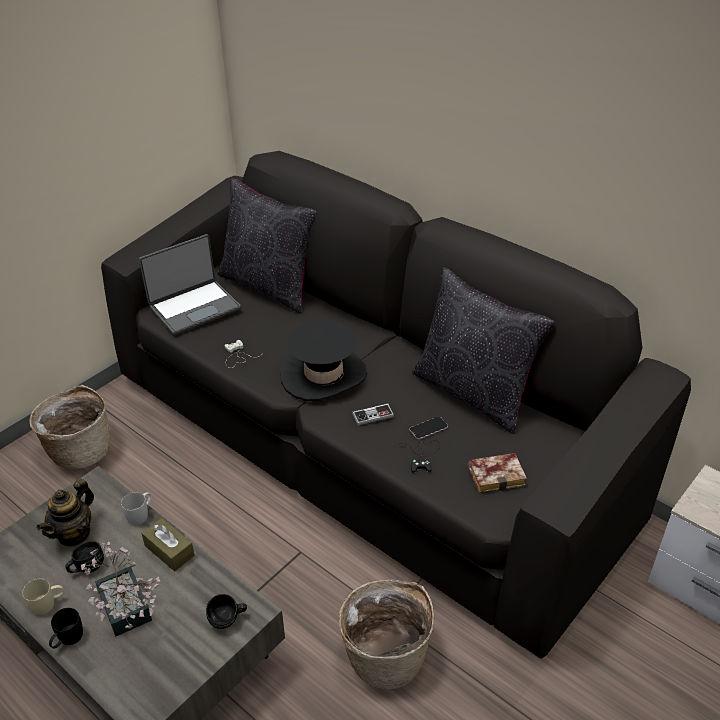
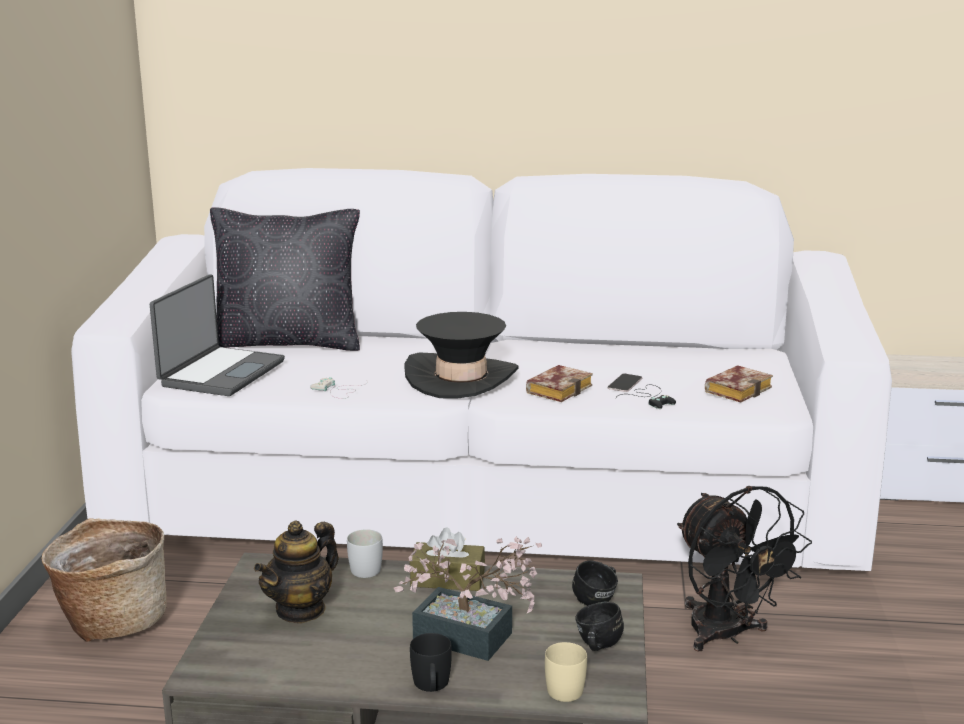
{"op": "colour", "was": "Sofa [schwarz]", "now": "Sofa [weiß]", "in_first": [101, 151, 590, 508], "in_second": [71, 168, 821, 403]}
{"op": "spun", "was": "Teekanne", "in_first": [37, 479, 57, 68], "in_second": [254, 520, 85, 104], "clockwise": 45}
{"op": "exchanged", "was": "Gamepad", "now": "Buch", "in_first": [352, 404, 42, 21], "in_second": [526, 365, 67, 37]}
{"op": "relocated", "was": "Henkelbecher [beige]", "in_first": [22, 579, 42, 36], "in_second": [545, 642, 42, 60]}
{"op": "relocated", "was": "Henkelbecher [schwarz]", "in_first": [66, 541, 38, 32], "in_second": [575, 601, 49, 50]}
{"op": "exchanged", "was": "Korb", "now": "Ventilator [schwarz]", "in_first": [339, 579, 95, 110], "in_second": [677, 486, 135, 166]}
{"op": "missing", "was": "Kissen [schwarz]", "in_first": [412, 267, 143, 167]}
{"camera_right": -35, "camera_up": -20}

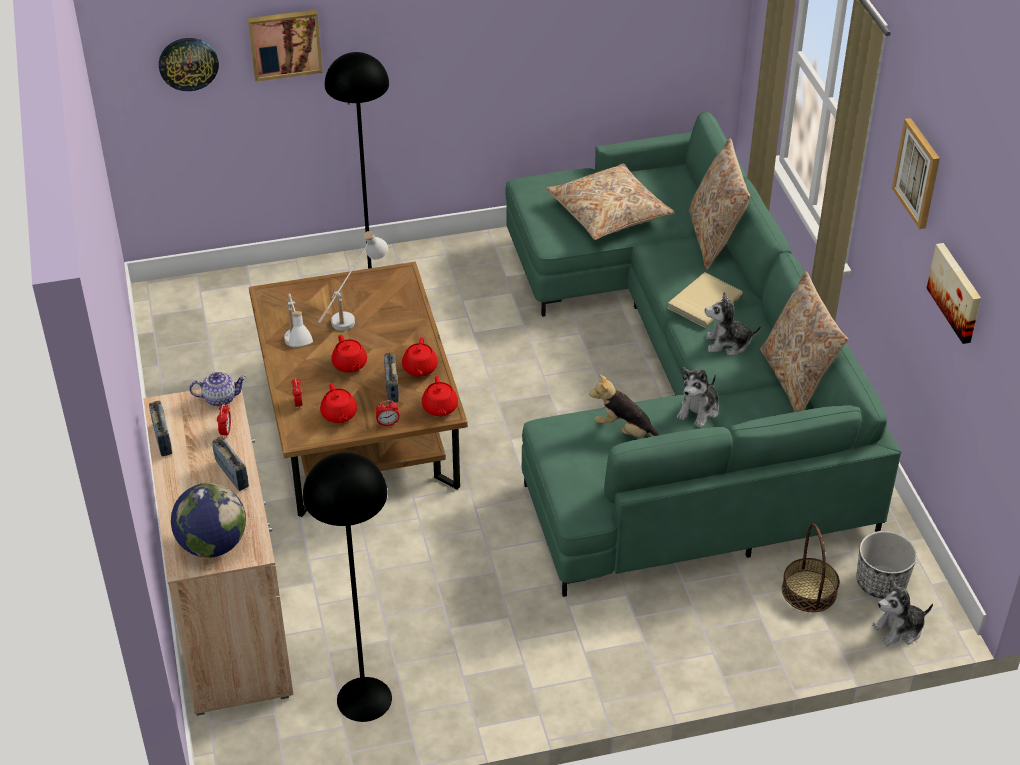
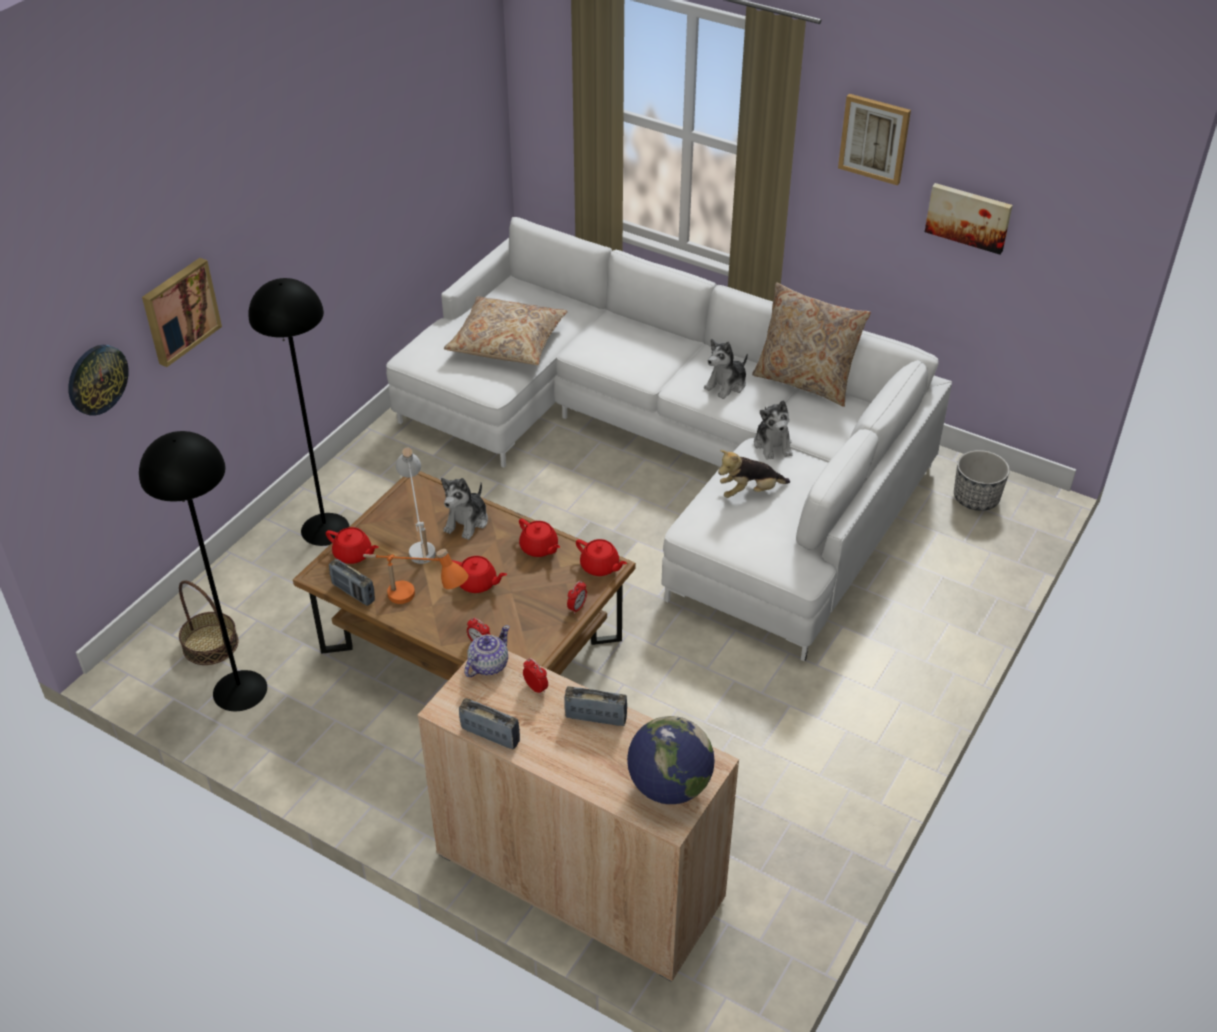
{"op": "relocated", "was": "Stehlampe [schwarz]", "in_first": [303, 452, 89, 270], "in_second": [139, 431, 128, 280]}
{"op": "relocated", "was": "Korb", "in_first": [782, 524, 58, 88], "in_second": [179, 580, 60, 85]}
{"op": "relocated", "was": "Teekanne [rot]", "in_first": [320, 383, 37, 40], "in_second": [326, 527, 53, 37]}
{"op": "relocated", "was": "Radio", "in_first": [384, 353, 15, 50], "in_second": [329, 559, 46, 47]}
{"op": "colour", "was": "Tischlampe [weiß]", "now": "Tischlampe [orange]", "in_first": [284, 293, 29, 54], "in_second": [363, 549, 106, 55]}
{"op": "colour", "was": "Sofa [grün]", "now": "Sofa [weiß]", "in_first": [505, 111, 396, 486], "in_second": [386, 217, 566, 445]}
{"op": "relocated", "was": "Plüschtier", "in_first": [872, 579, 61, 67], "in_second": [441, 478, 47, 62]}
{"op": "missing", "was": "Buch [beige]", "in_first": [668, 272, 75, 56]}
{"op": "missing", "was": "Kissen [beige]", "in_first": [689, 138, 61, 132]}
{"camera_right": -45, "camera_up": 0}

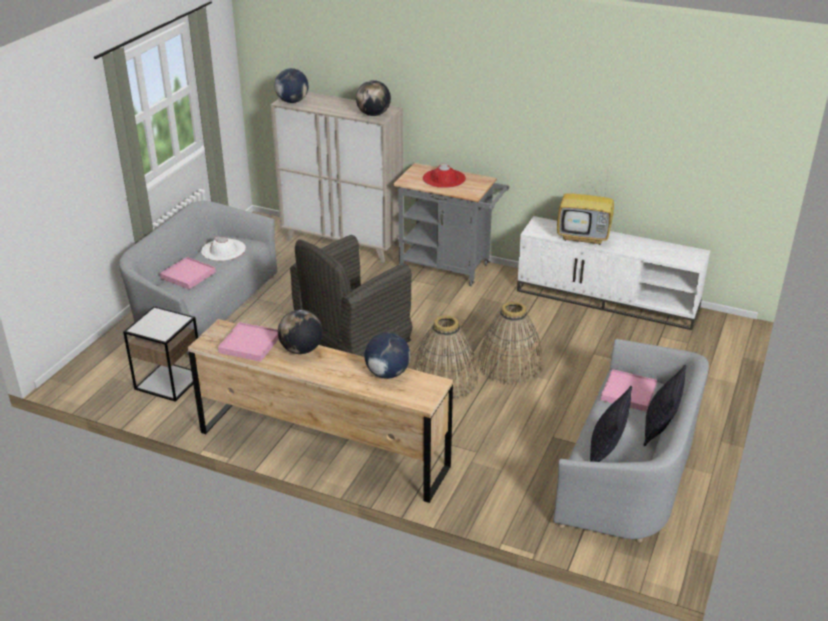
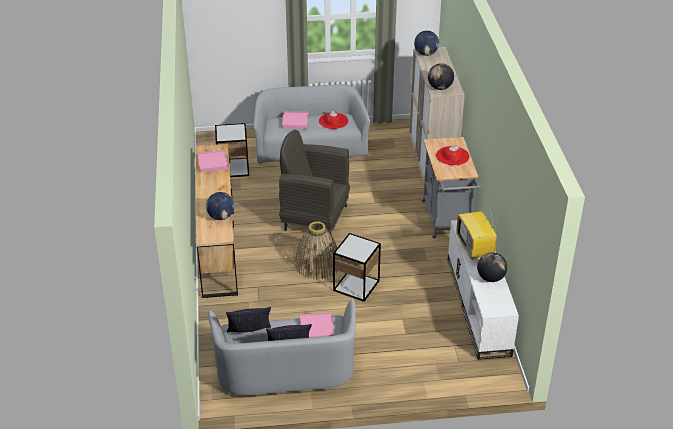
{"op": "colour", "was": "Hut [weiß]", "now": "Hut [rot]", "in_first": [201, 236, 45, 25], "in_second": [319, 111, 30, 18]}
{"op": "exchanged", "was": "Korb", "now": "Beistelltisch", "in_first": [478, 301, 65, 84], "in_second": [333, 233, 48, 69]}
{"op": "relocated", "was": "Globus", "in_first": [278, 310, 45, 44], "in_second": [477, 252, 30, 30]}
{"camera_right": 60, "camera_up": 5}

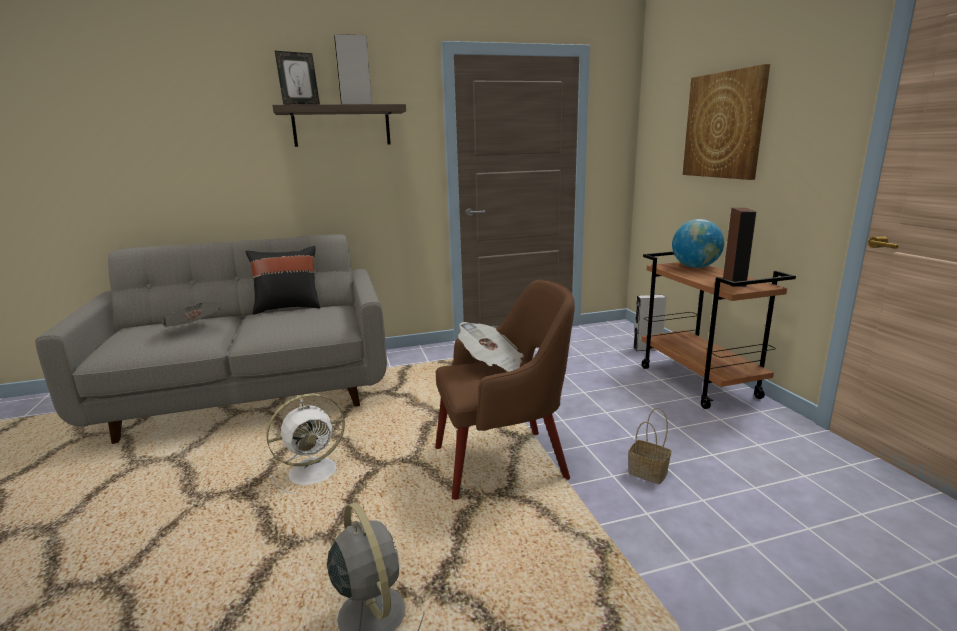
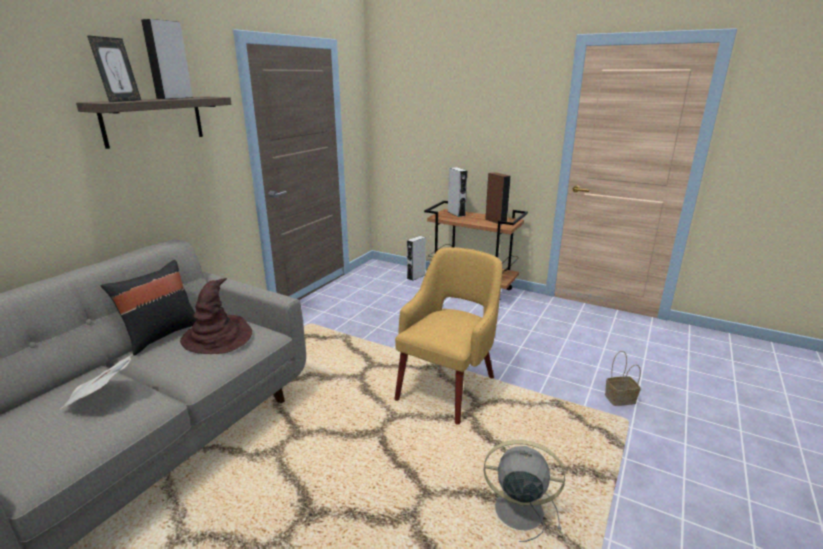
{"op": "appeared", "now": "Hut [braun]", "in_second": [180, 278, 72, 76]}
{"op": "colour", "was": "Sessel [braun]", "now": "Sessel [gelb]", "in_first": [435, 280, 140, 220], "in_second": [394, 247, 108, 178]}
{"op": "exchanged", "was": "Globus", "now": "Lautsprecher [grau]", "in_first": [672, 219, 52, 49], "in_second": [448, 167, 19, 50]}
{"op": "relocated", "was": "Korb", "in_first": [628, 408, 43, 76], "in_second": [605, 351, 36, 55]}
{"op": "missing", "was": "Ventilator [weiß]", "in_first": [266, 394, 79, 100]}
{"op": "missing", "was": "Zeitung", "in_first": [458, 322, 65, 50]}
{"op": "missing", "was": "Bild", "in_first": [683, 64, 87, 116]}
{"camera_right": -45, "camera_up": 5}

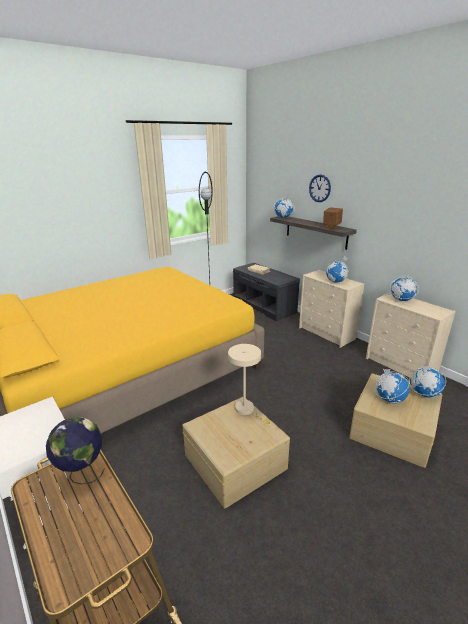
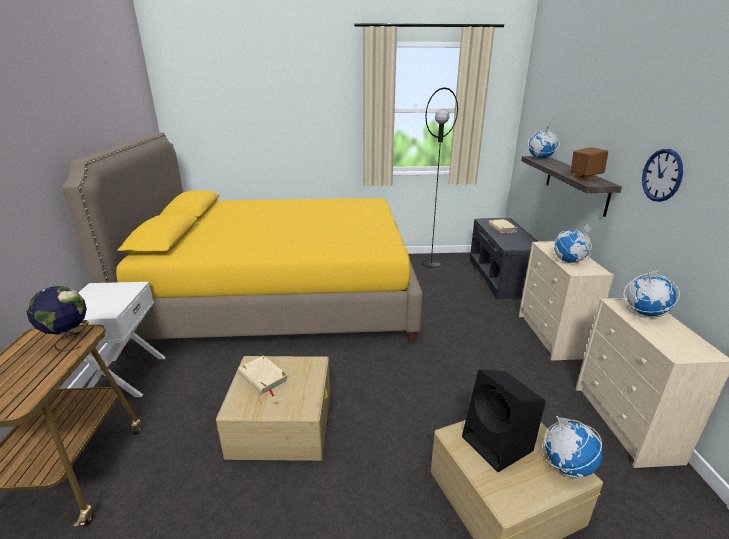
{"op": "appeared", "now": "Buch [beige]", "in_second": [238, 355, 50, 42]}
{"op": "exchanged", "was": "Globus", "now": "Lautsprecher [schwarz]", "in_first": [375, 369, 35, 35], "in_second": [462, 369, 83, 103]}
{"op": "relocated", "was": "Wanduhr", "in_first": [309, 175, 22, 27], "in_second": [642, 149, 41, 53]}
{"op": "missing", "was": "Tischlampe [beige]", "in_first": [228, 344, 43, 82]}
{"camera_right": 35, "camera_up": 0}

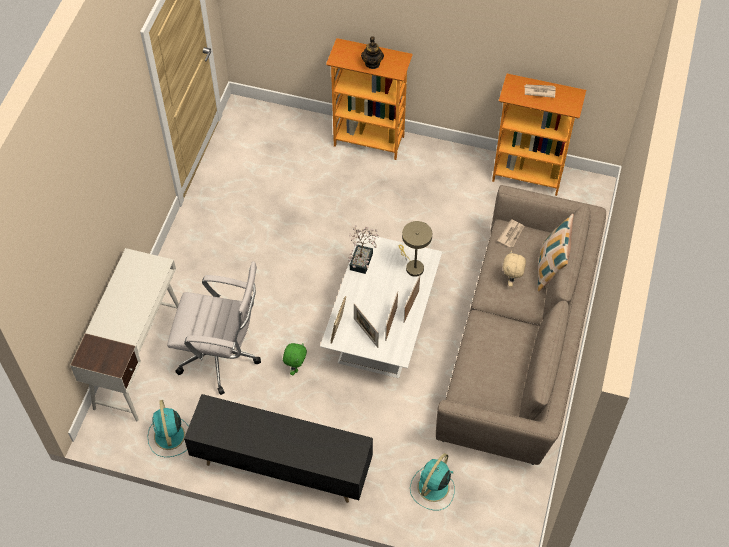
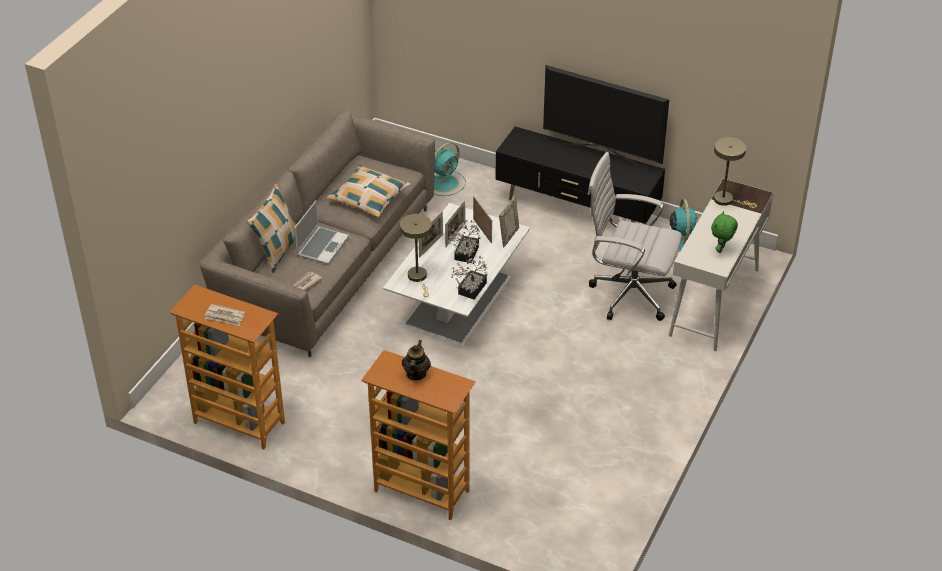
{"op": "exchanged", "was": "Plüschtier [beige]", "now": "Laptop", "in_first": [503, 251, 23, 36], "in_second": [294, 200, 55, 64]}
{"op": "appeared", "now": "Kissen", "in_second": [327, 165, 84, 53]}
{"op": "appeared", "now": "Topfpflanze", "in_second": [448, 220, 32, 43]}
{"op": "appeared", "now": "Fernseher", "in_second": [543, 65, 126, 101]}
{"op": "relocated", "was": "Plüschtier [grün]", "in_first": [283, 343, 24, 32], "in_second": [711, 211, 27, 42]}
{"op": "appeared", "now": "Tischlampe [beige]", "in_second": [714, 137, 43, 71]}
{"camera_right": -170, "camera_up": -15}

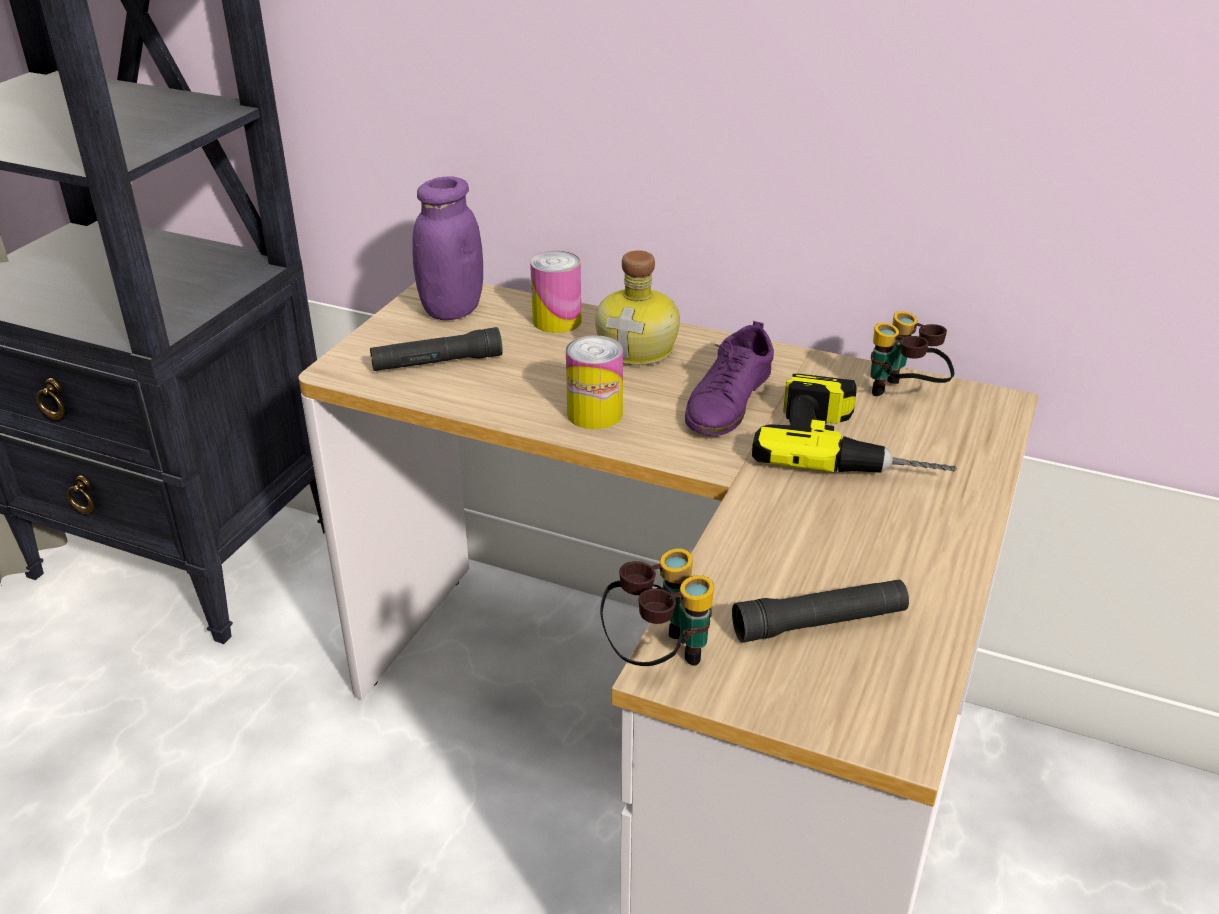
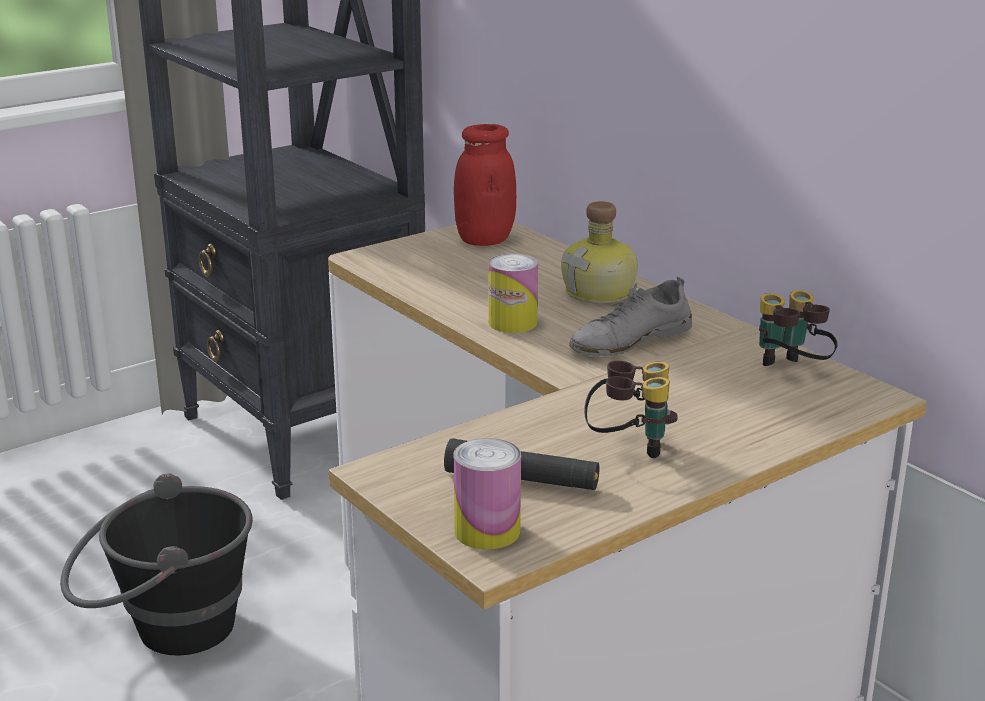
{"op": "appeared", "now": "Eimer [schwarz]", "in_second": [60, 473, 193, 182]}
{"op": "colour", "was": "Vorratsglas [lila]", "now": "Vorratsglas [rot]", "in_first": [412, 176, 71, 144], "in_second": [454, 124, 62, 122]}
{"op": "relocated", "was": "Dose", "in_first": [530, 251, 51, 82], "in_second": [454, 438, 67, 112]}
{"op": "colour", "was": "Schuh [lila]", "now": "Schuh [grau]", "in_first": [685, 321, 89, 115], "in_second": [569, 277, 123, 79]}
{"op": "relocated", "was": "Fernglas", "in_first": [600, 549, 114, 117], "in_second": [584, 361, 94, 97]}
{"op": "missing", "was": "Taschenlampe [schwarz]", "in_first": [370, 327, 133, 44]}
{"op": "missing", "was": "Bohrmaschine", "in_first": [752, 374, 205, 99]}
{"camera_right": 30, "camera_up": -10}

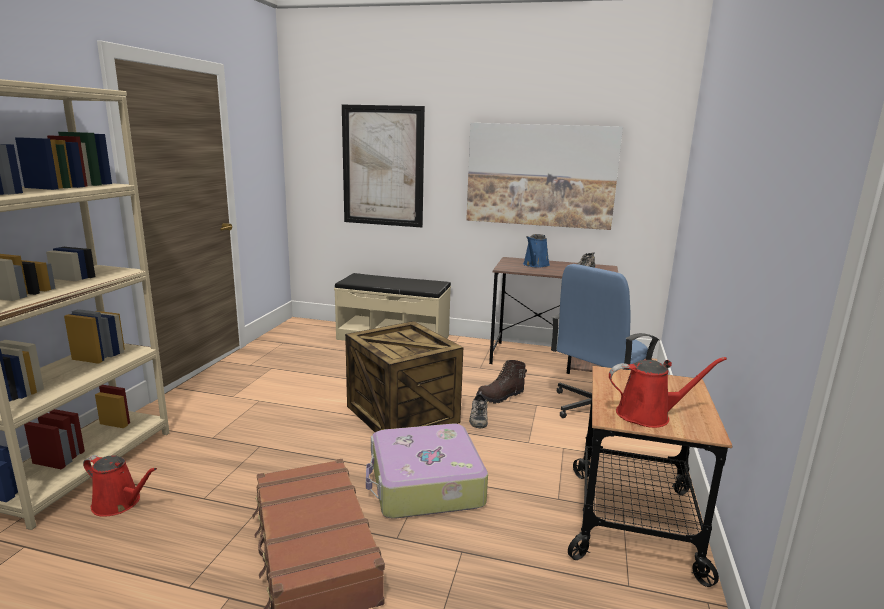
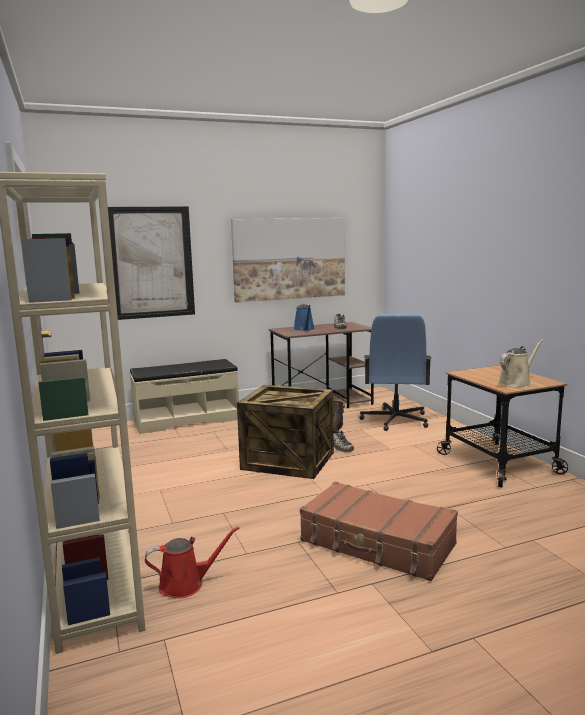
{"op": "colour", "was": "Gießkanne [rot]", "now": "Gießkanne [beige]", "in_first": [609, 357, 118, 71], "in_second": [498, 339, 46, 48]}
{"op": "missing", "was": "Koffer", "in_first": [366, 424, 122, 94]}
{"camera_right": -35, "camera_up": -5}

